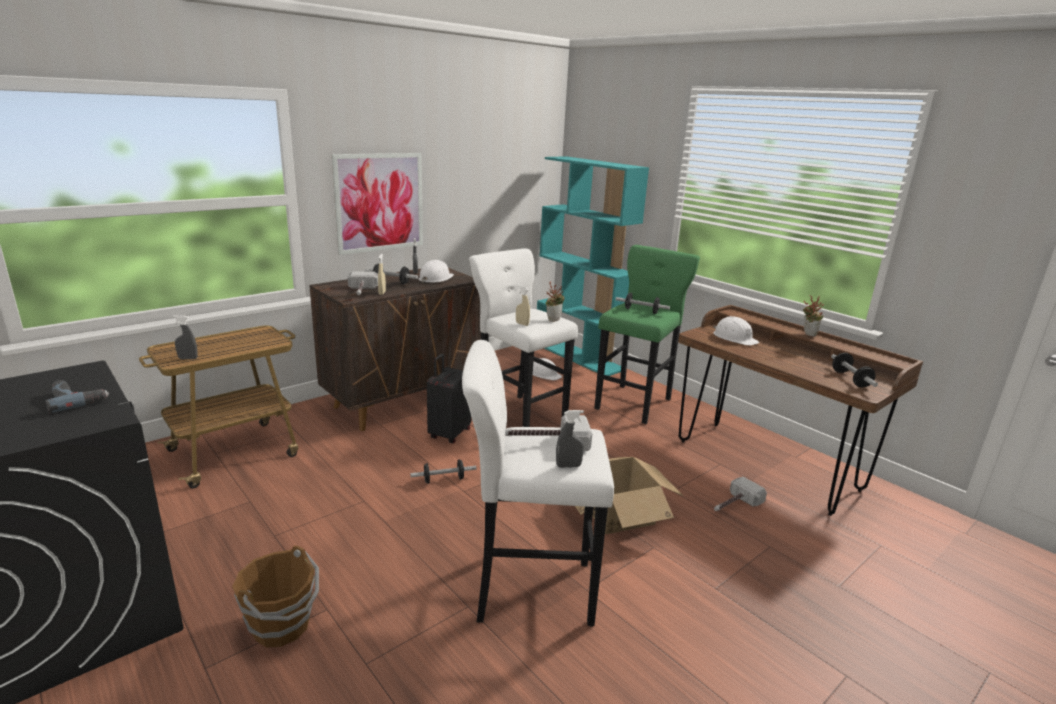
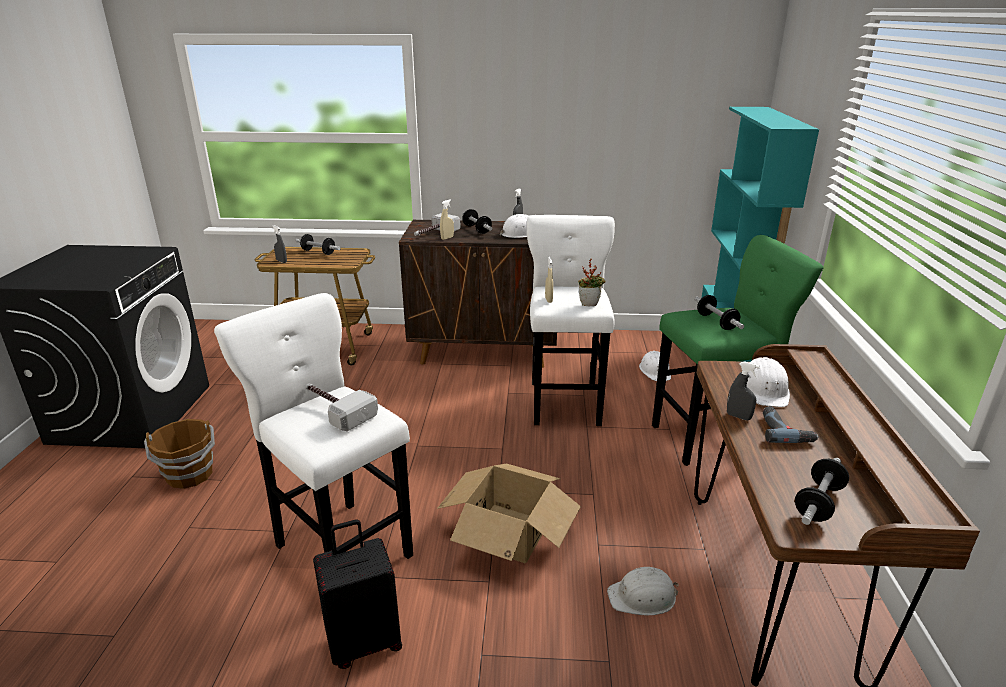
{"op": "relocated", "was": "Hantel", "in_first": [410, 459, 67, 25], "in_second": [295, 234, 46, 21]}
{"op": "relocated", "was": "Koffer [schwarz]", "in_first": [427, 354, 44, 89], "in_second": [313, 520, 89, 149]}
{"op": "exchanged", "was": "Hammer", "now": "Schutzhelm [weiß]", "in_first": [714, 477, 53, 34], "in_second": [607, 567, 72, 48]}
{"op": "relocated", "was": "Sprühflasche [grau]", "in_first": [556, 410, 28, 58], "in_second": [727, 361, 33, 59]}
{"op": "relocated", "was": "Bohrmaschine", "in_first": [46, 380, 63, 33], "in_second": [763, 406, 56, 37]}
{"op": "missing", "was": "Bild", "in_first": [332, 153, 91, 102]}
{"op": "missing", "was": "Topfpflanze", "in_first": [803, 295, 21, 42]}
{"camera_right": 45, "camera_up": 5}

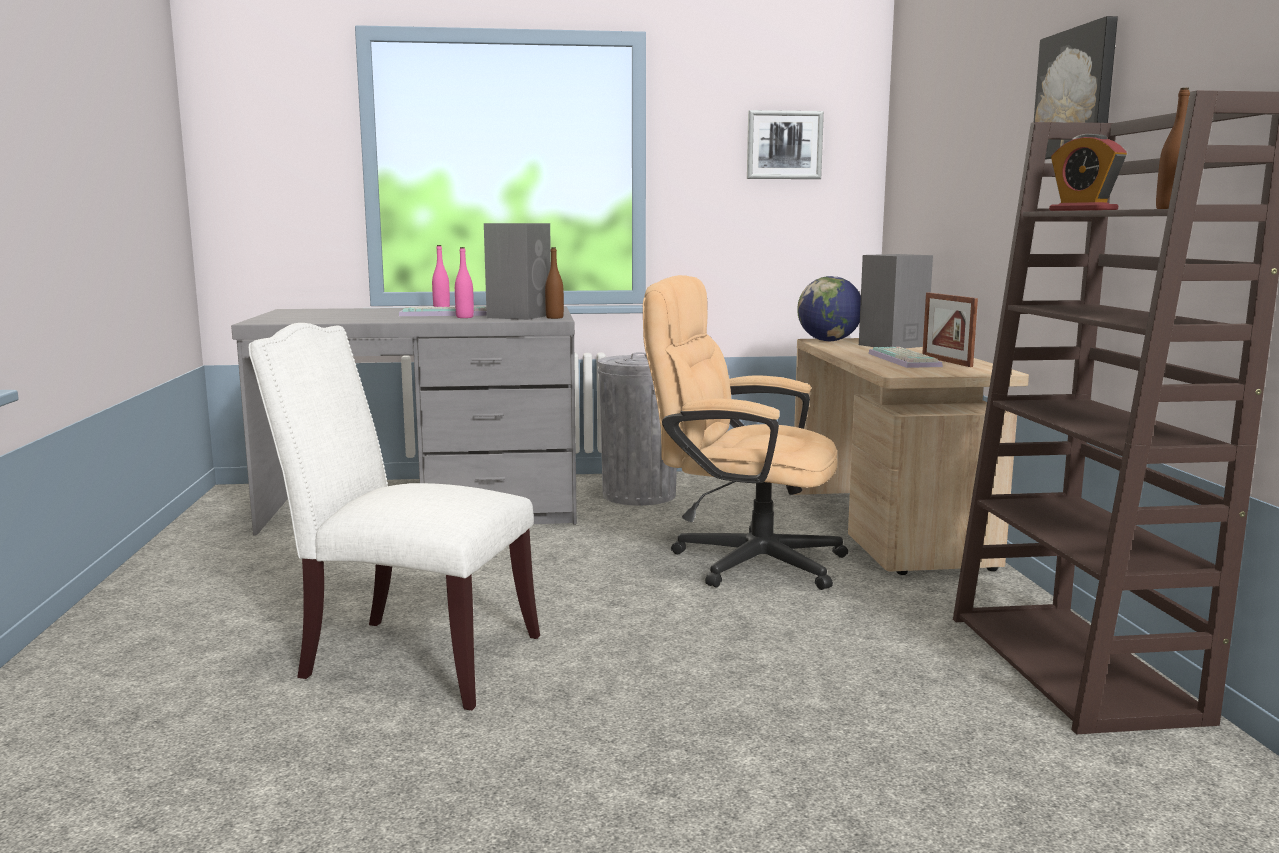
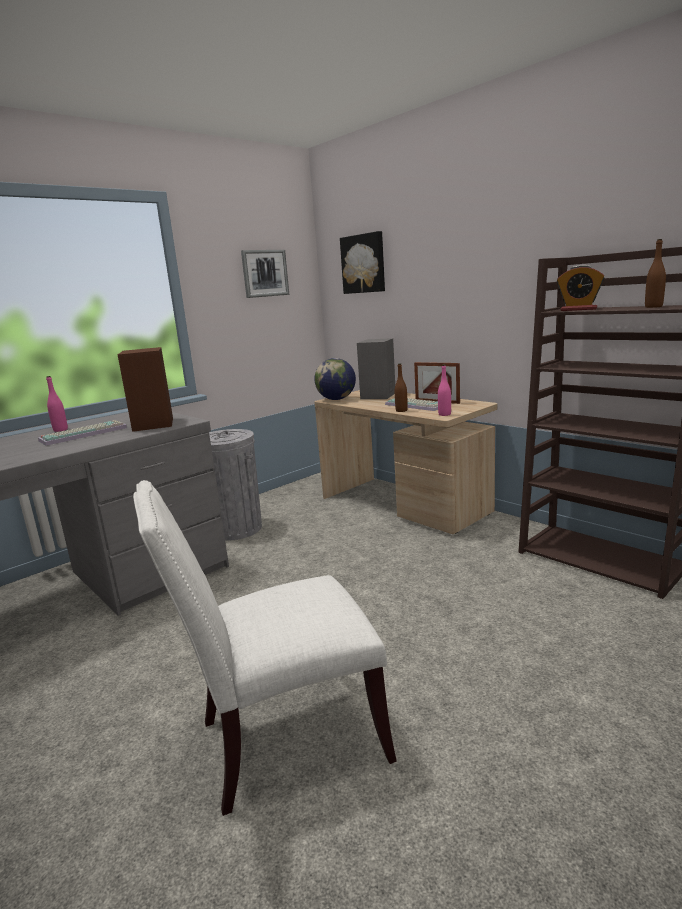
{"op": "colour", "was": "Lautsprecher [grau]", "now": "Lautsprecher [braun]", "in_first": [484, 223, 67, 97], "in_second": [118, 347, 55, 85]}
{"op": "relocated", "was": "Bild", "in_first": [1034, 16, 84, 144], "in_second": [340, 231, 45, 63]}
{"op": "relocated", "was": "Flasche [braun]", "in_first": [545, 247, 19, 72], "in_second": [395, 363, 13, 49]}
{"op": "relocated", "was": "Flasche [rosa]", "in_first": [455, 247, 19, 71], "in_second": [438, 364, 13, 52]}
{"op": "missing", "was": "Bürostuhl [beige]", "in_first": [643, 275, 205, 315]}
{"camera_right": -35, "camera_up": 5}

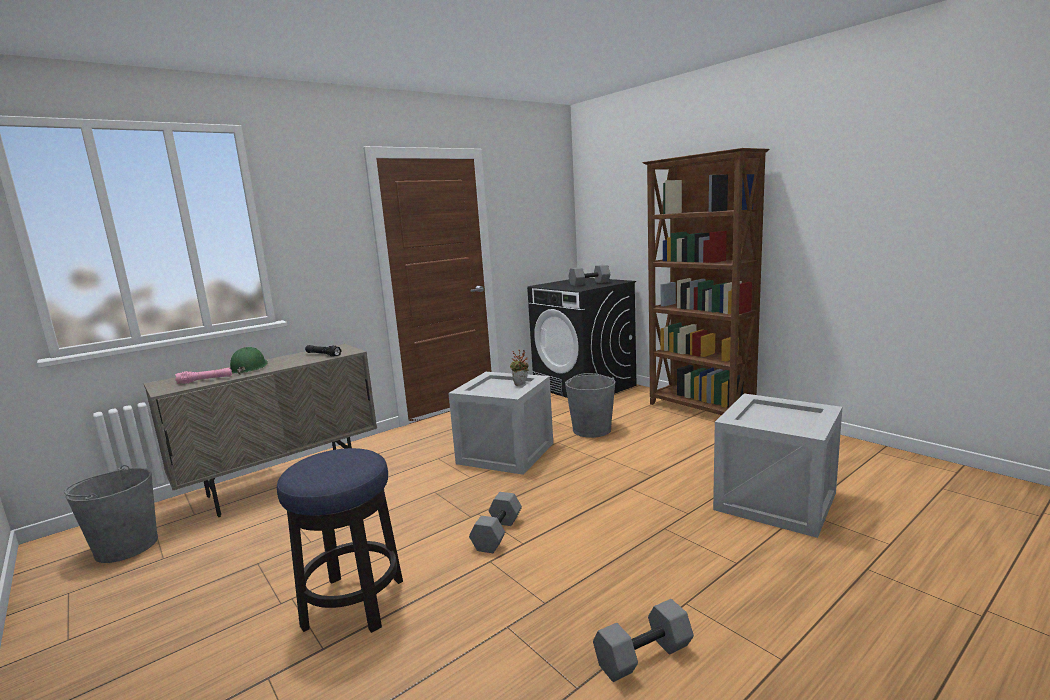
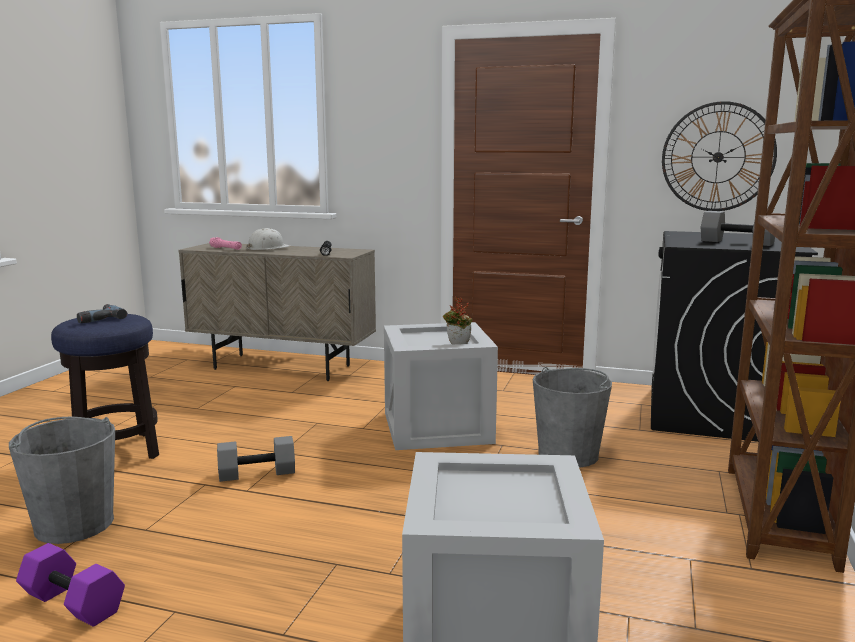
{"op": "relocated", "was": "Eimer [grau]", "in_first": [64, 465, 94, 98], "in_second": [9, 417, 106, 127]}
{"op": "colour", "was": "Hantel [grau]", "now": "Hantel [lila]", "in_first": [593, 599, 101, 83], "in_second": [16, 543, 109, 84]}
{"op": "appeared", "now": "Bohrmaschine", "in_second": [77, 304, 50, 19]}
{"op": "colour", "was": "Schutzhelm [grün]", "now": "Schutzhelm [weiß]", "in_first": [230, 347, 38, 28], "in_second": [246, 228, 45, 22]}
{"op": "appeared", "now": "Wanduhr", "in_second": [662, 101, 115, 110]}
{"camera_right": 55, "camera_up": 0}

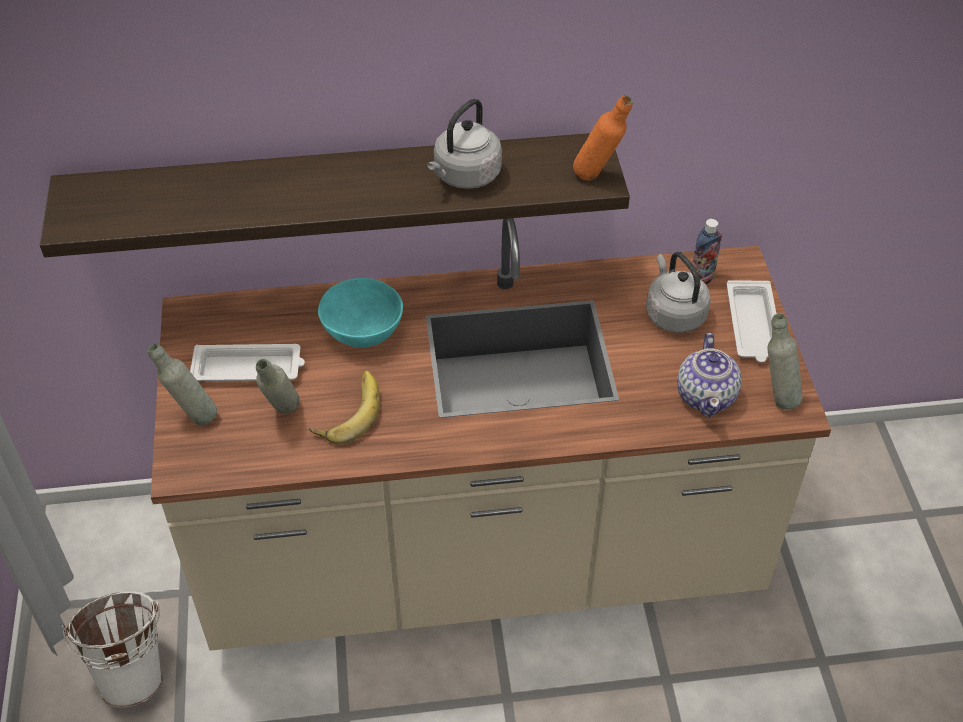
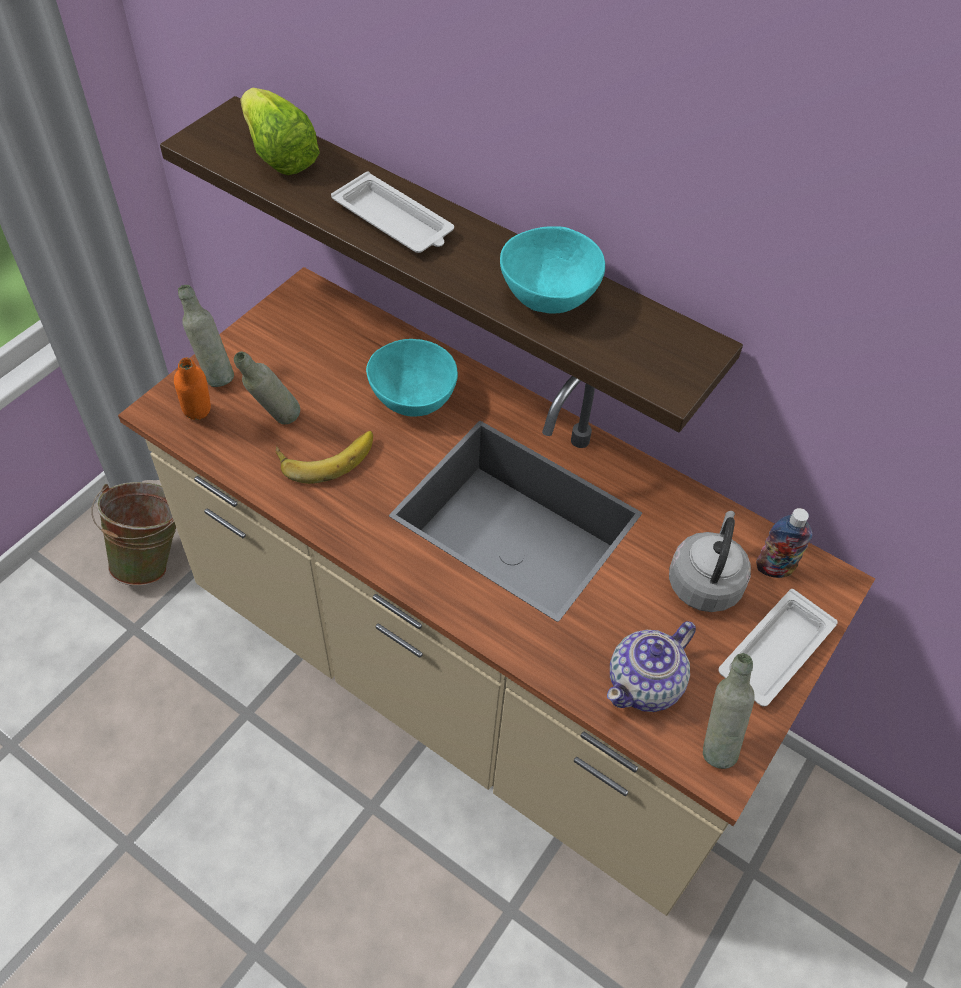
{"op": "colour", "was": "Eimer [weiß]", "now": "Eimer [grün]", "in_first": [62, 591, 101, 117], "in_second": [91, 482, 85, 104]}
{"op": "relocated", "was": "Flasche [orange]", "in_first": [573, 95, 60, 86], "in_second": [174, 357, 37, 63]}
{"op": "appeared", "now": "Salatkopf", "in_second": [241, 88, 79, 87]}
{"op": "relocated", "was": "Tablett [weiß]", "in_first": [190, 344, 115, 37], "in_second": [331, 171, 123, 82]}
{"op": "exchanged", "was": "Wasserkessel [grau]", "now": "Schüssel [türkis]", "in_first": [427, 99, 75, 90], "in_second": [500, 226, 105, 88]}
{"camera_right": 40, "camera_up": 5}

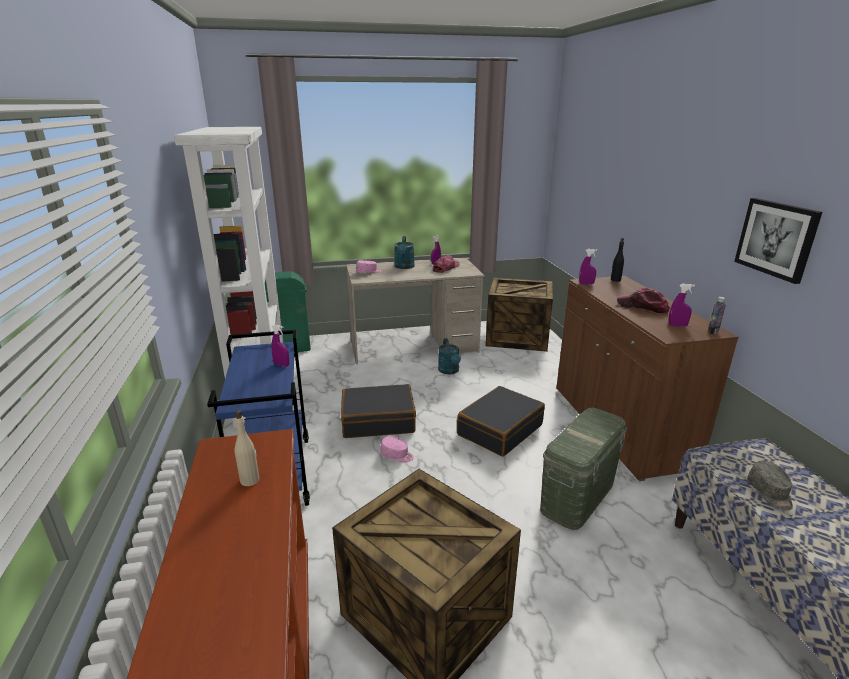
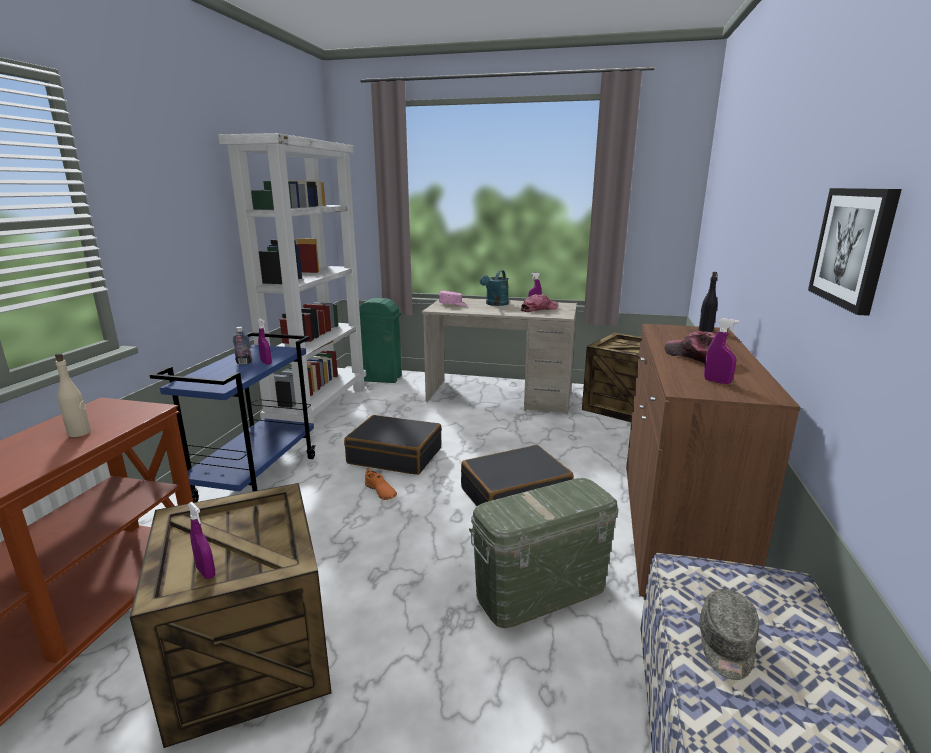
{"op": "relocated", "was": "Sprühflasche [lila]", "in_first": [579, 249, 18, 36], "in_second": [187, 502, 29, 77]}
{"op": "relocated", "was": "Flasche", "in_first": [707, 297, 19, 37], "in_second": [233, 327, 19, 37]}
{"op": "exchanged", "was": "Kappe [rosa]", "now": "Schuh [orange]", "in_first": [380, 436, 34, 26], "in_second": [365, 468, 32, 32]}
{"op": "missing", "was": "Gießkanne [türkis]", "in_first": [438, 338, 23, 36]}
{"camera_right": 25, "camera_up": -5}

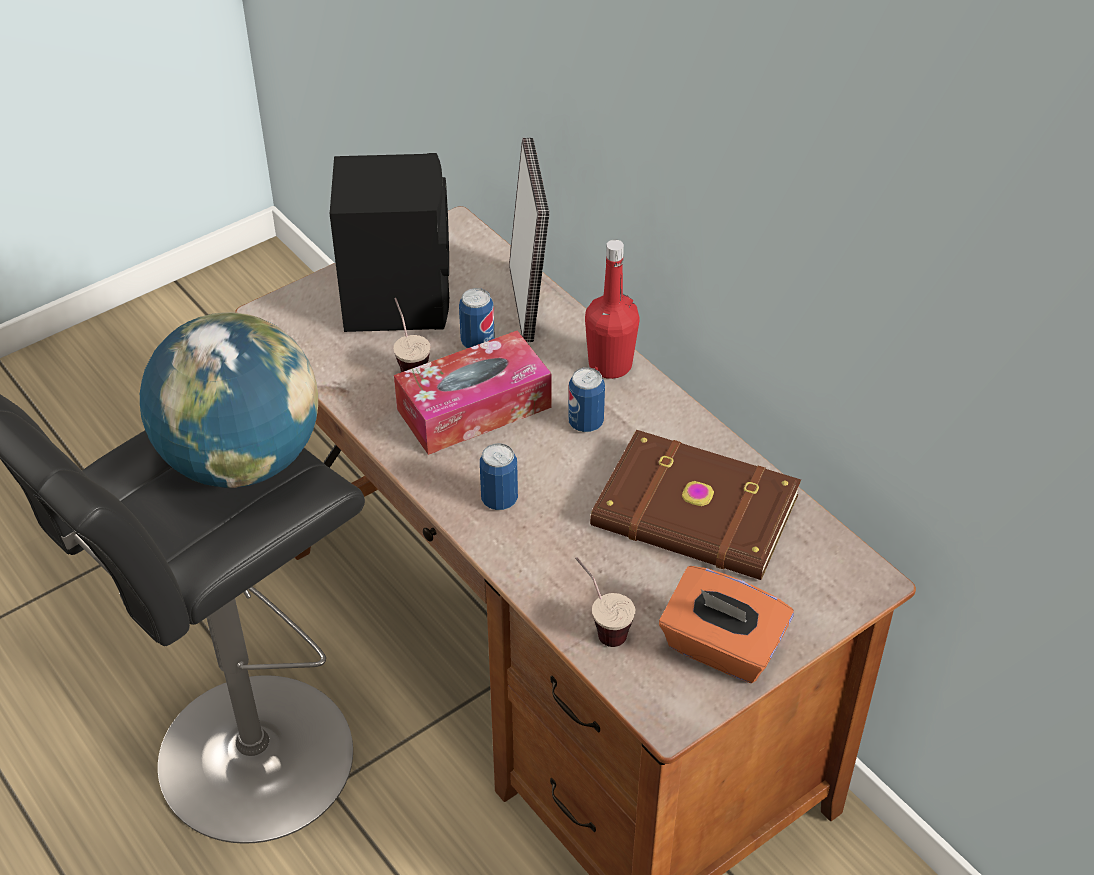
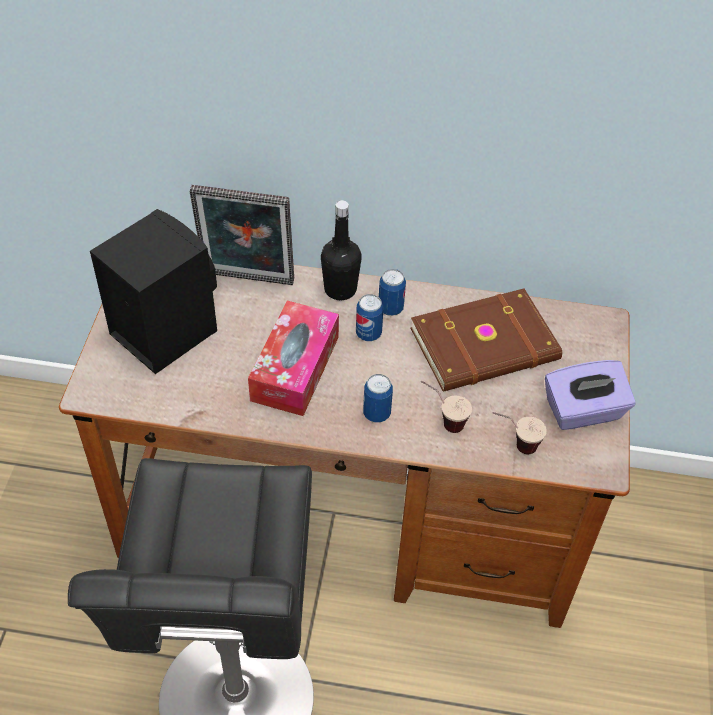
{"op": "spun", "was": "Bilderrahmen", "in_first": [509, 138, 41, 204], "in_second": [190, 185, 104, 100], "clockwise": 150}
{"op": "colour", "was": "Flasche [rot]", "now": "Flasche [schwarz]", "in_first": [585, 239, 55, 140], "in_second": [321, 200, 41, 100]}
{"op": "relocated", "was": "Dose", "in_first": [459, 288, 36, 60], "in_second": [379, 269, 27, 47]}
{"op": "relocated", "was": "Tasse", "in_first": [393, 298, 37, 74], "in_second": [421, 380, 51, 53]}
{"op": "colour", "was": "Taschentuchbox [orange]", "now": "Taschentuchbox [lila]", "in_first": [659, 566, 135, 117], "in_second": [545, 360, 91, 70]}
{"op": "missing", "was": "Globus", "in_first": [140, 312, 178, 176]}
{"camera_right": -45, "camera_up": 5}

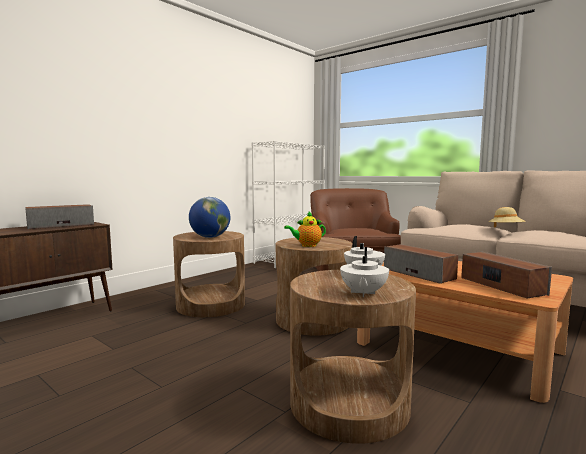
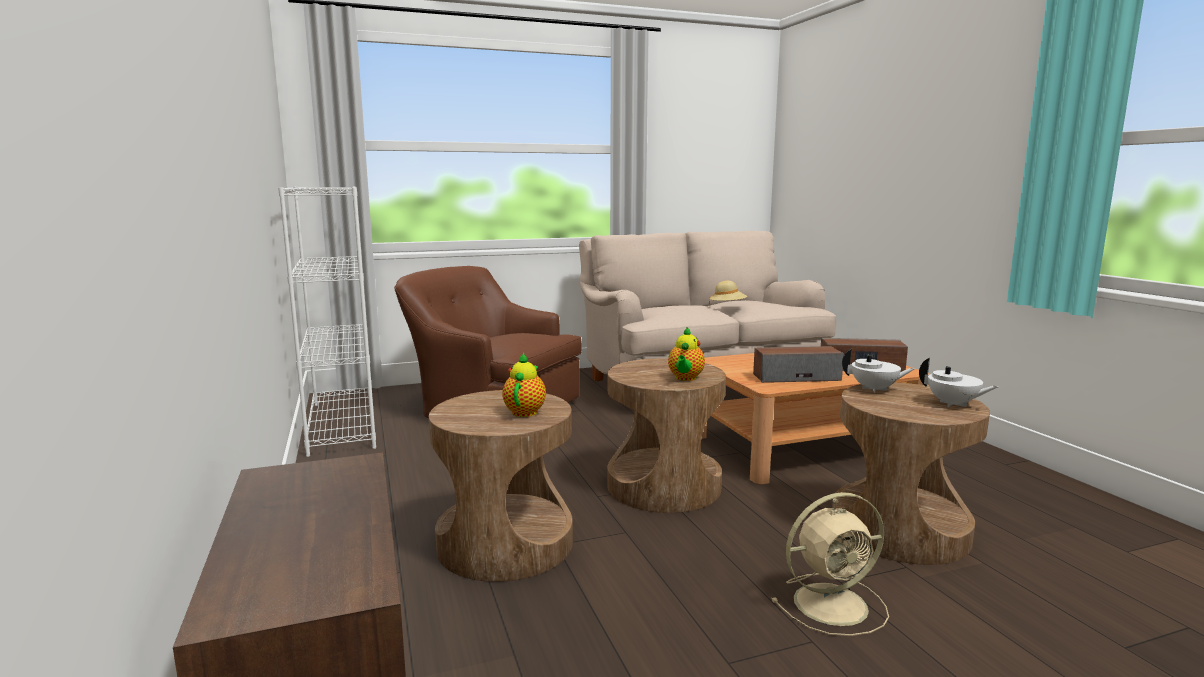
{"op": "exchanged", "was": "Globus", "now": "Teekanne", "in_first": [189, 197, 41, 41], "in_second": [502, 353, 44, 64]}
{"op": "appeared", "now": "Ventilator [beige]", "in_second": [771, 492, 118, 144]}
{"op": "missing", "was": "Lautsprecher", "in_first": [25, 204, 69, 25]}
{"camera_right": -60, "camera_up": 5}

